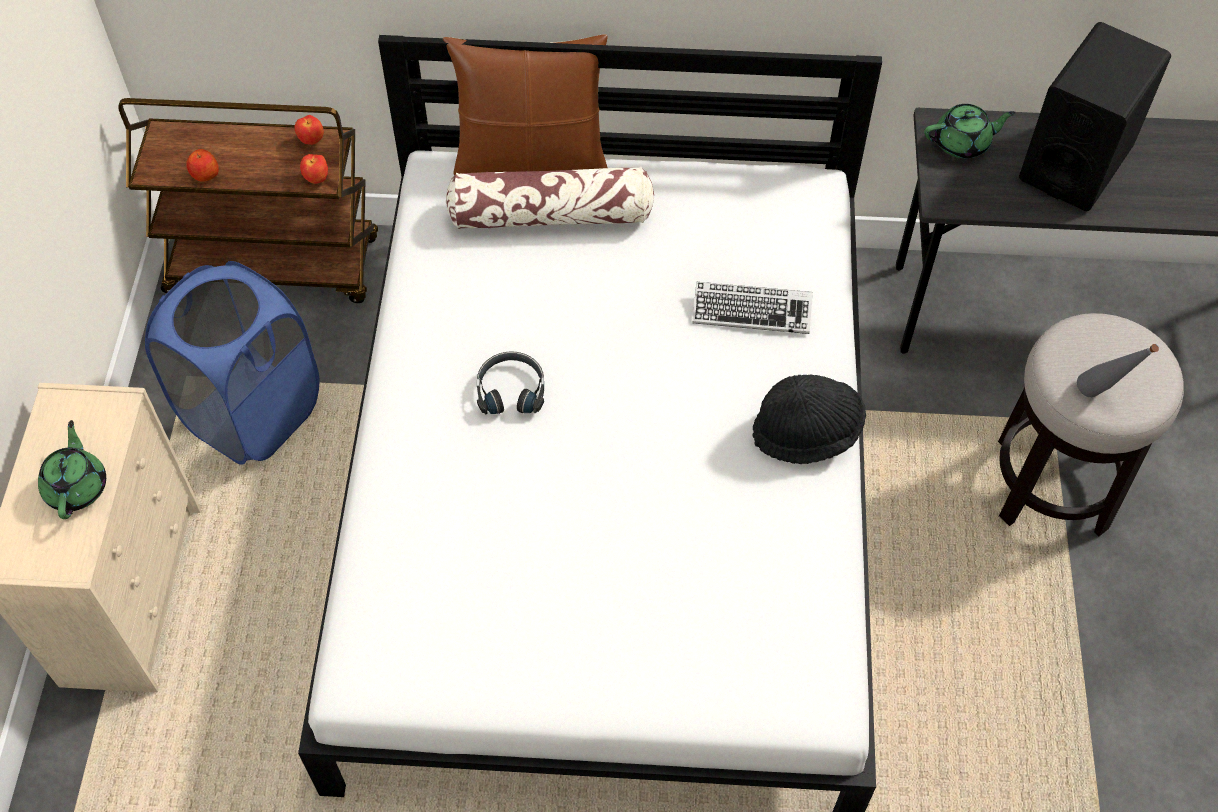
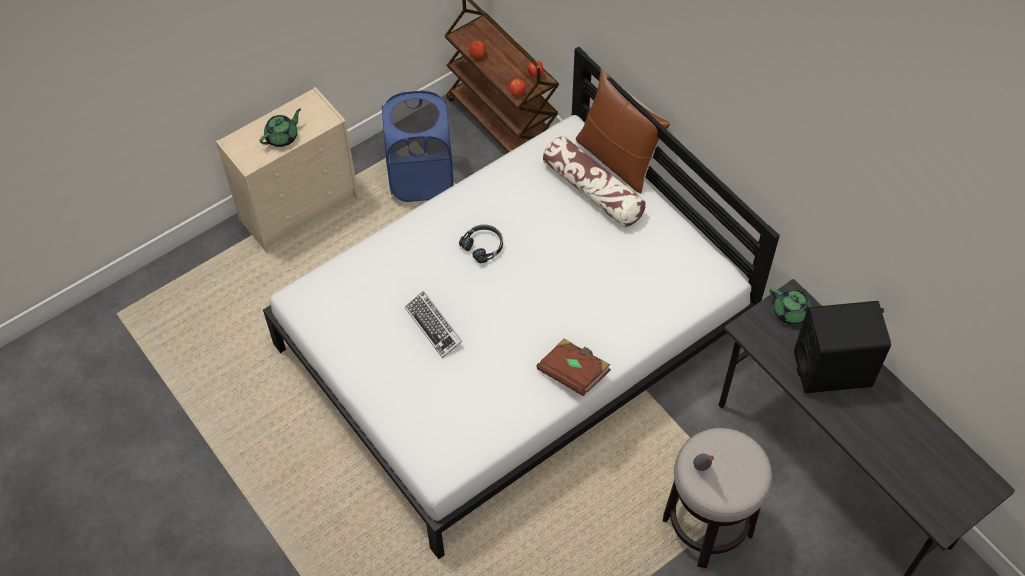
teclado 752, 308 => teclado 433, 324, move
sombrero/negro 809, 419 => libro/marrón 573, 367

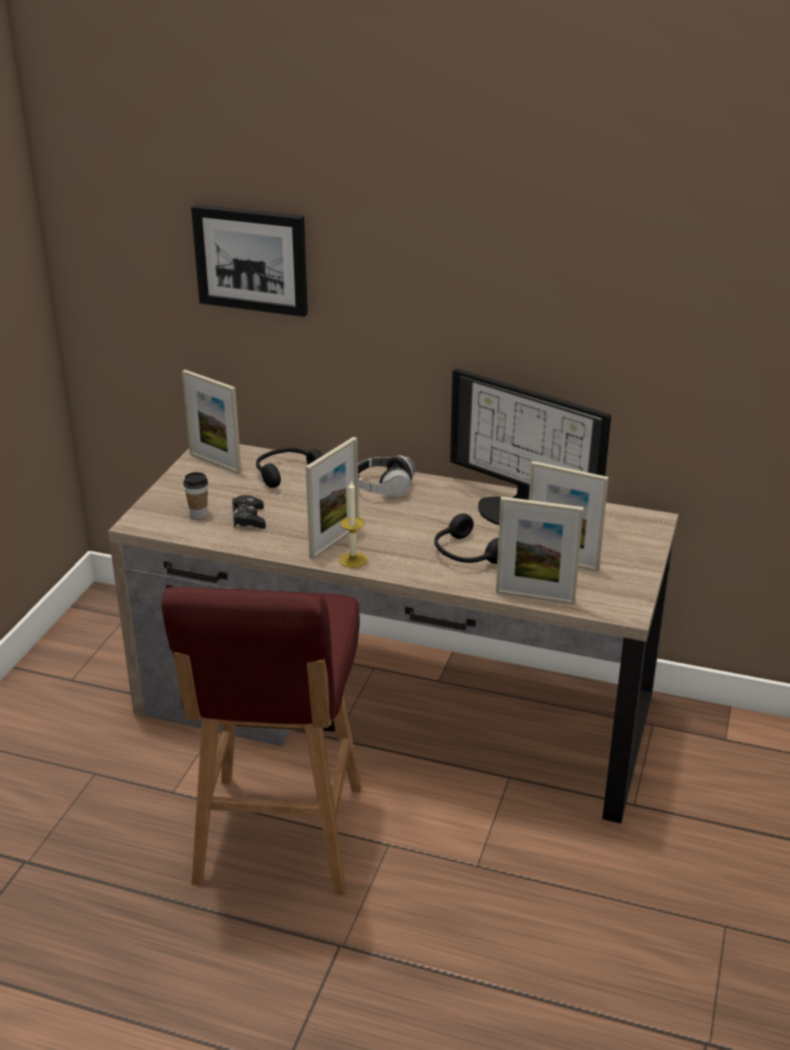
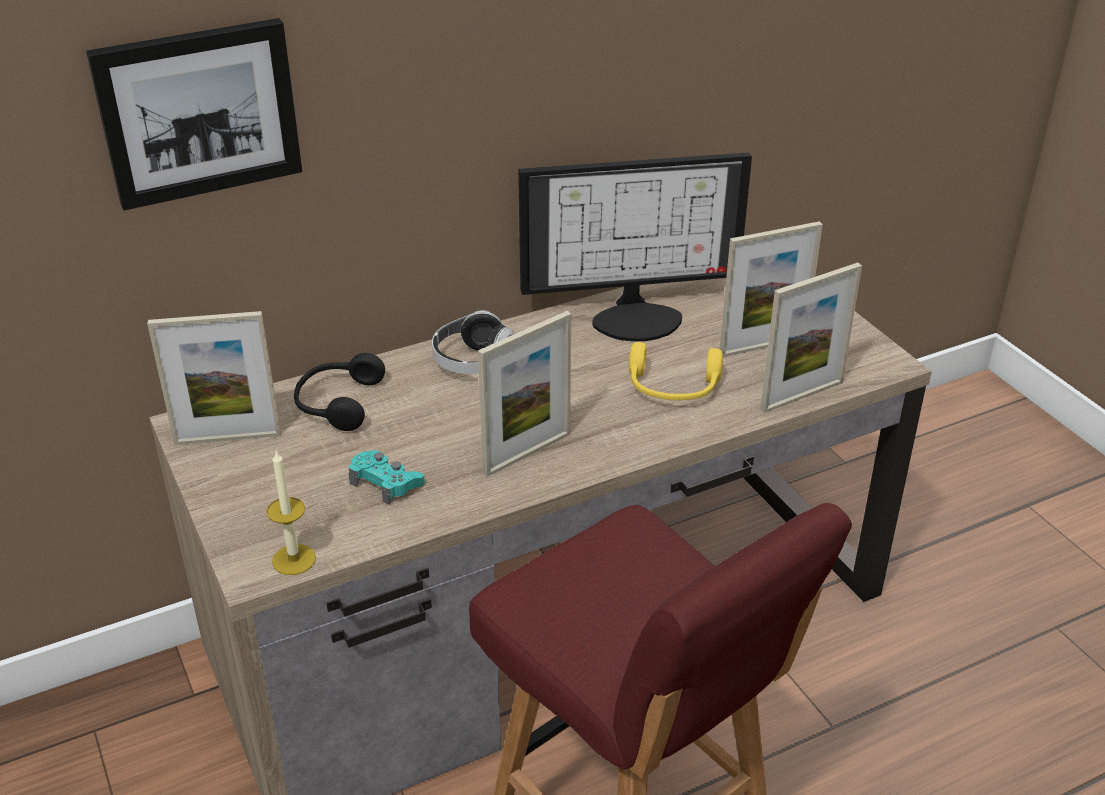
vela 353, 524 => vela 291, 513, move
mando de consola/negro 249, 512 => mando de consola/turquesa 387, 477
portarretratos 332, 498 => portarretratos 524, 394, 60 degrees clockwise
auriculares/negro 466, 539 => auriculares/amarillo 676, 371
taza 195, 495 => nothing

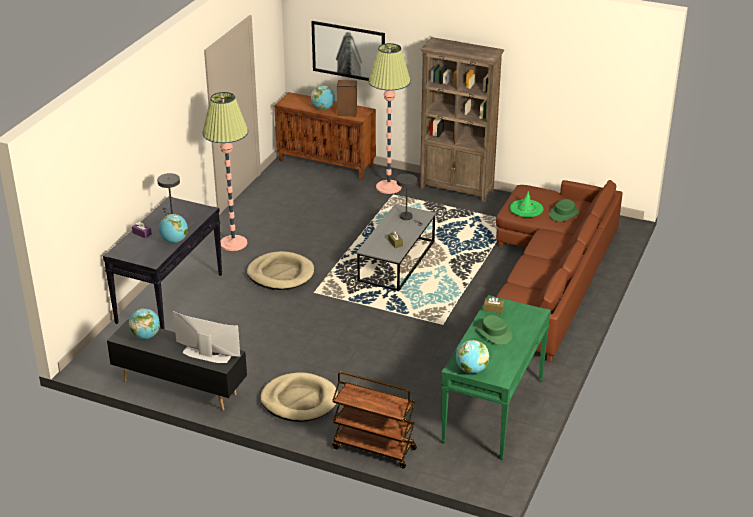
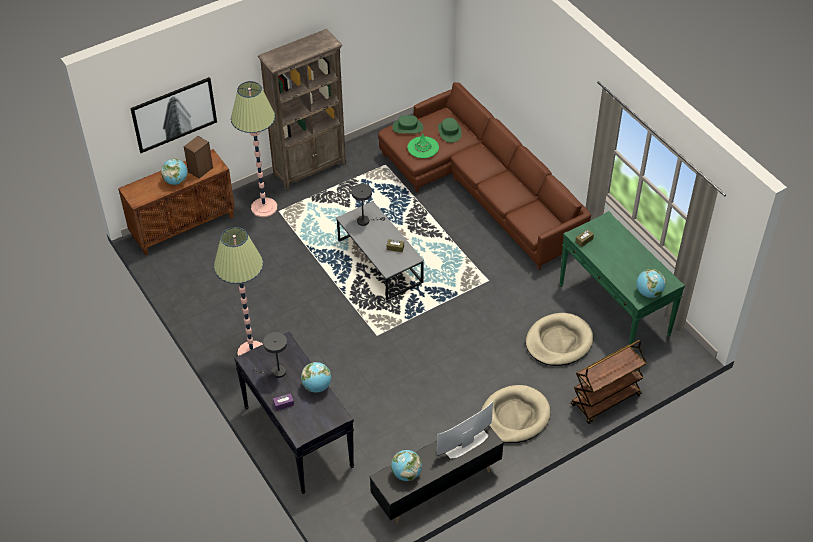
sombrero/verde 493, 330 => sombrero/verde 407, 124, move
cama para perro/beis 280, 270 => cama para perro/beis 559, 339, move

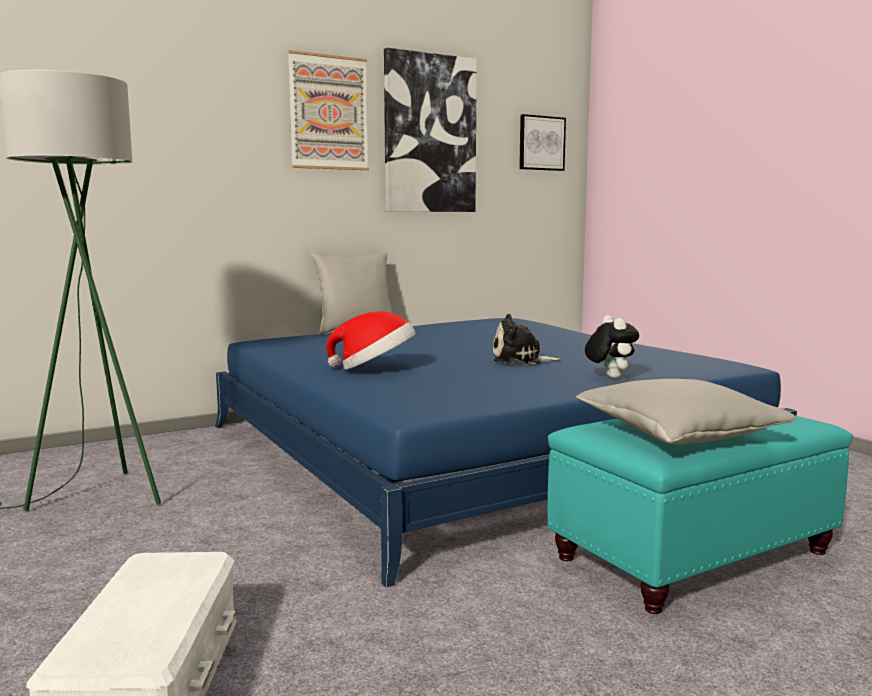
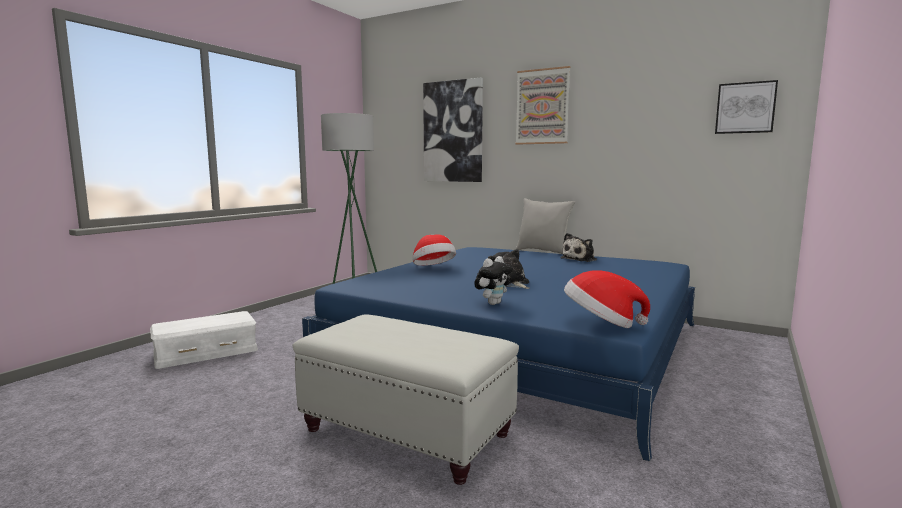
puf/turquesa 700, 515 => puf/blanco 406, 399
cuadro 430, 130 => cuadro 453, 130, move
nothing => peluche 578, 247
nothing => sombrero 607, 299
cojín/gris 686, 411 => nothing

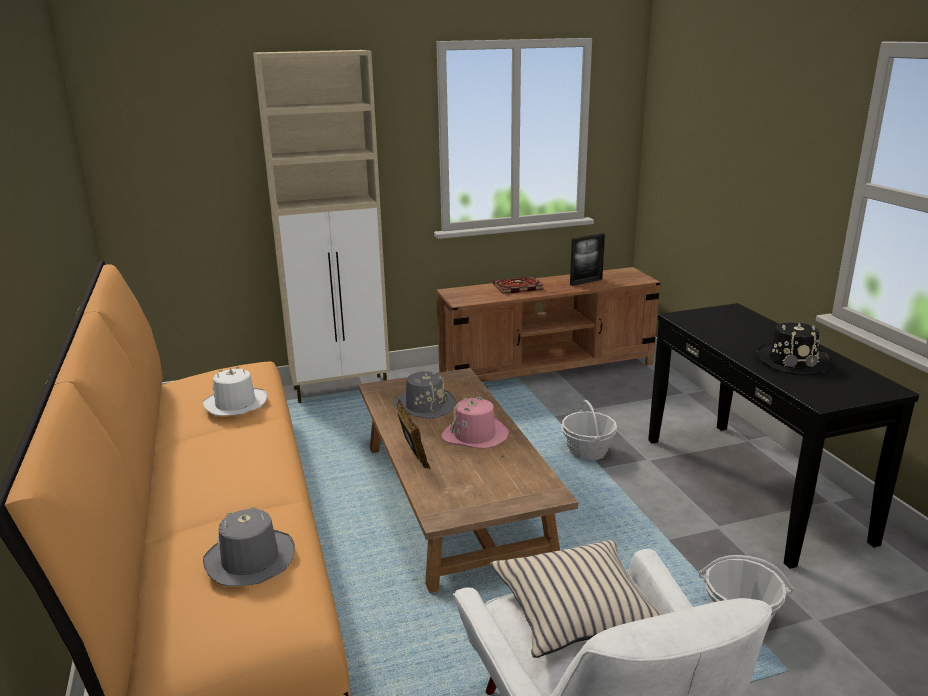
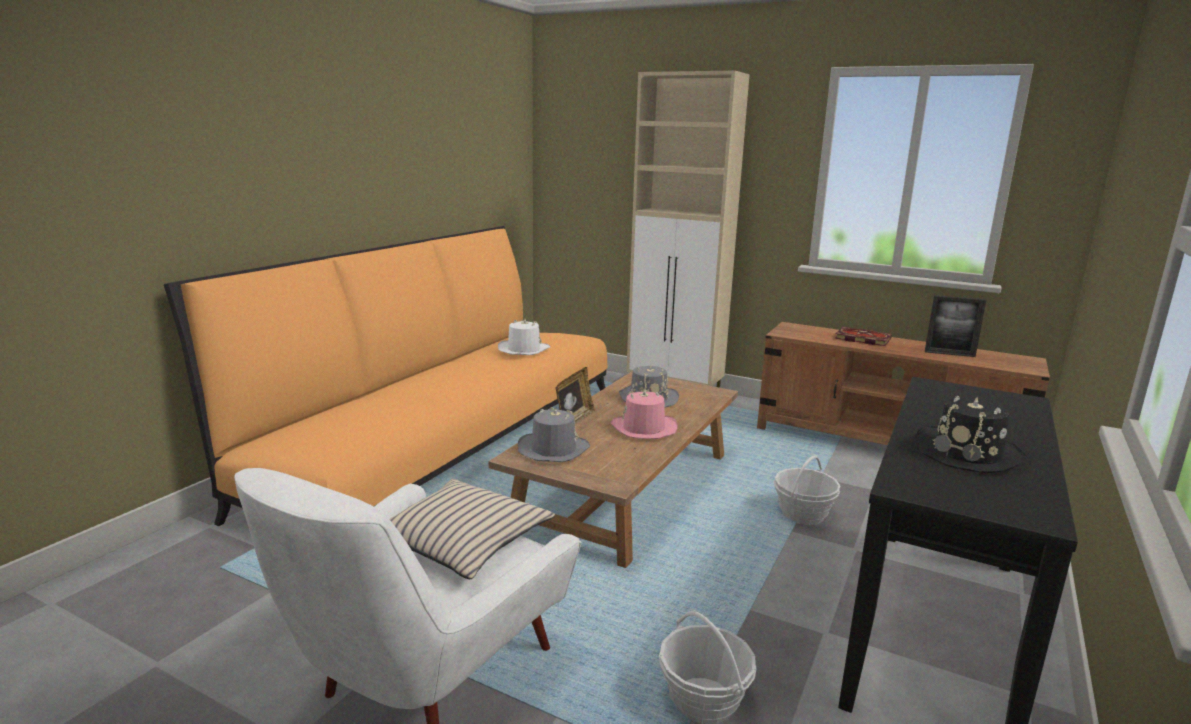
sombrero/gris 249, 546 => sombrero/gris 554, 434, move

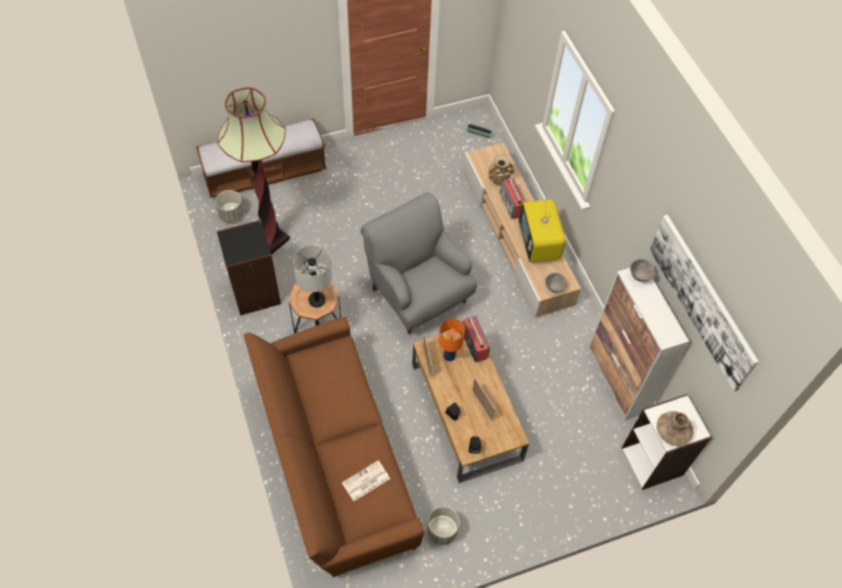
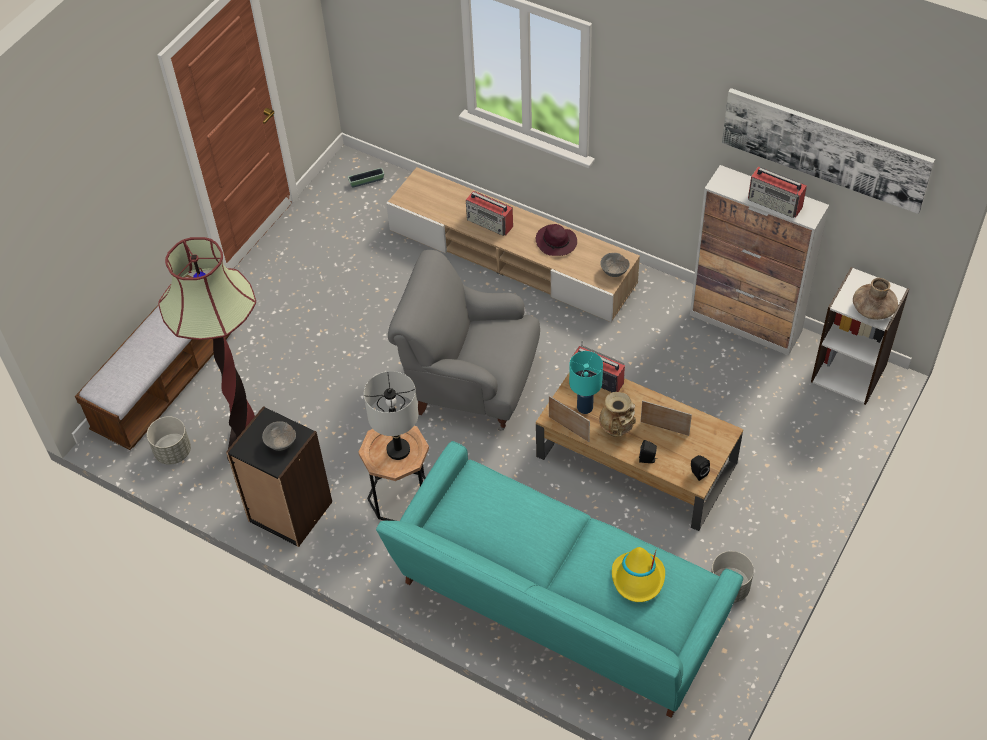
cuenco/gris 642, 270 => cuenco/gris 279, 436, move
sofá/marrón 333, 447 => sofá/turquesa 559, 579
televisor 542, 229 => sombrero/morado 556, 240
lámpara de mesa/naranja 452, 339 => lámpara de mesa/turquesa 586, 382
florero/beis 501, 169 => florero/beis 617, 414, move
periódico 366, 480 => sombrero/amarillo 638, 574
nothing => radio 777, 192

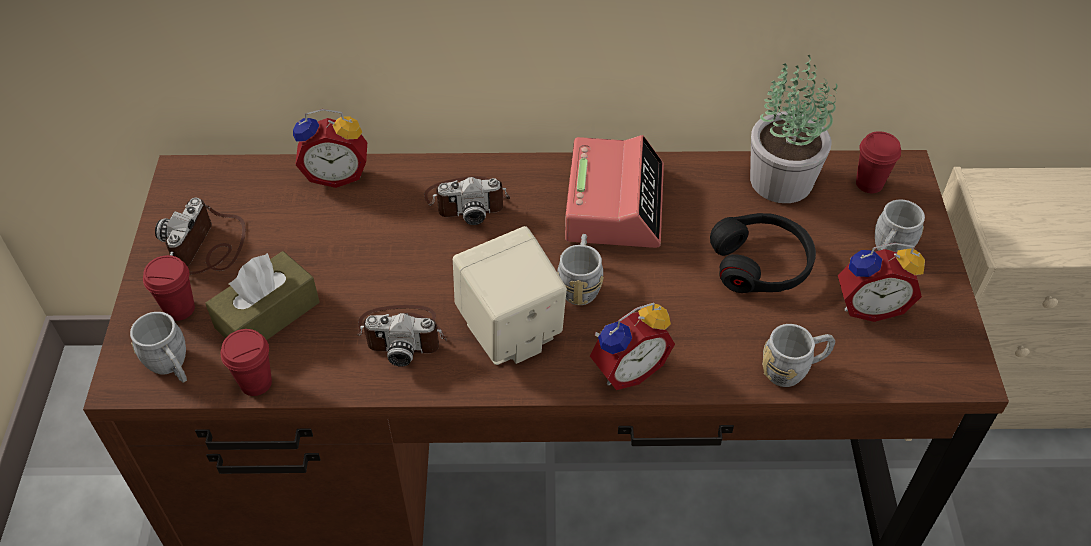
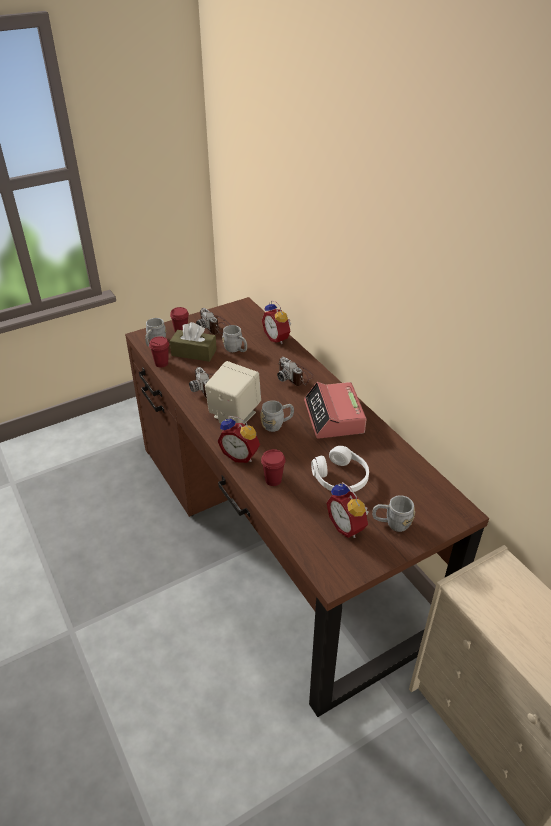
cámara 200, 236 => cámara 213, 321, 105 degrees counterclockwise
taza grande/gris 798, 355 => taza grande/gris 234, 338, move
taza/rojo 878, 162 => taza/rojo 273, 467, move
despertador 614, 191 => despertador 335, 410, 105 degrees clockwise
auriculares/negro 763, 253 => auriculares/blanco 340, 469
planta en maceta 794, 129 => nothing

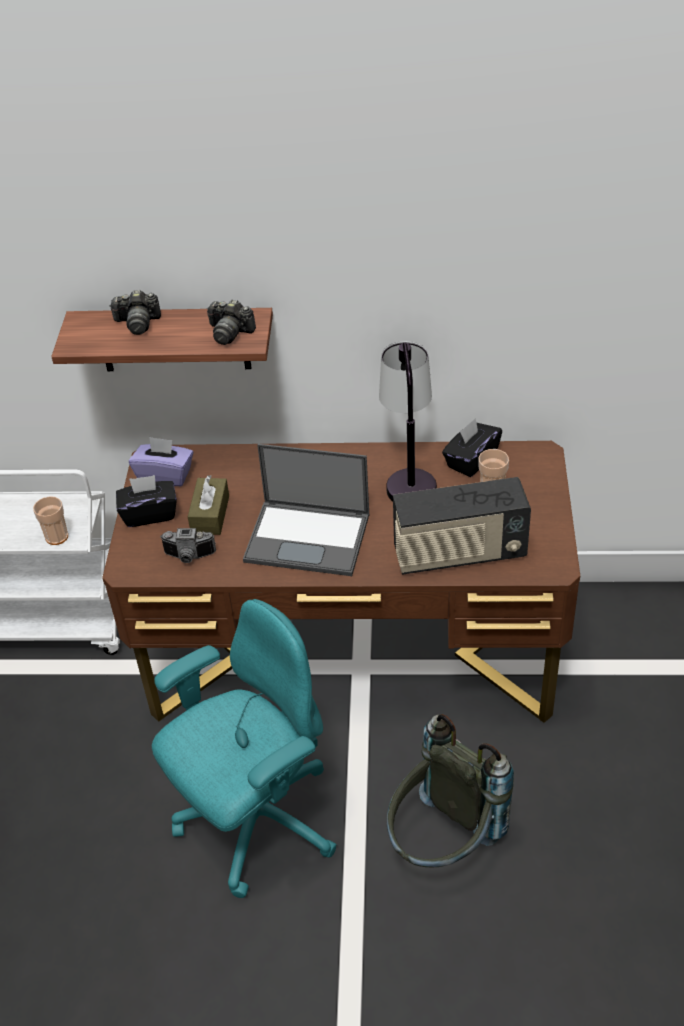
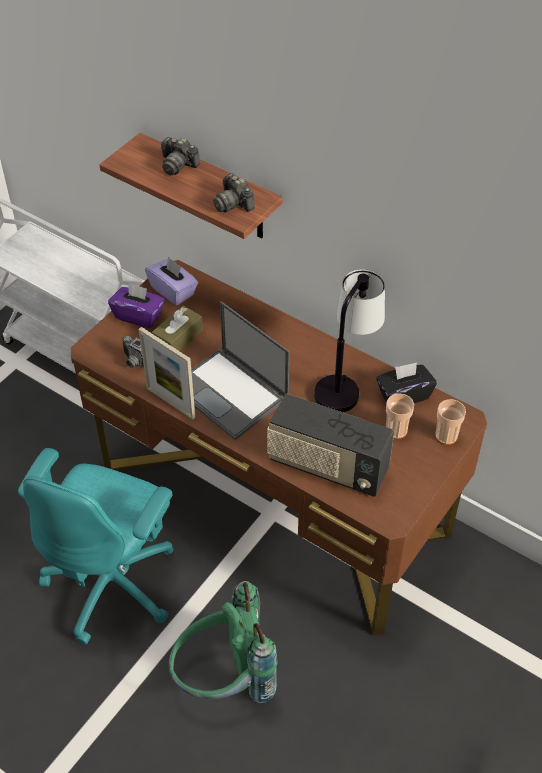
silla de oficina/turquesa 244, 748 => silla de oficina/turquesa 95, 546, 120 degrees clockwise
caja de pañuelos/negro 146, 501 => caja de pañuelos/morado 136, 305
nothing => portarretratos 167, 373
mochila/gris 450, 790 => mochila/verde 223, 642
taza 50, 520 => taza 450, 422, move

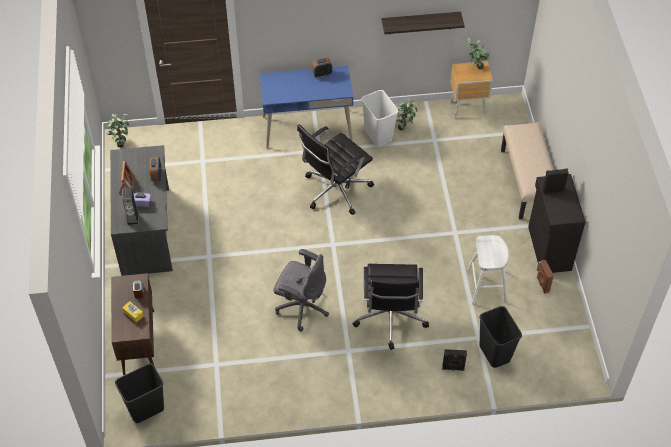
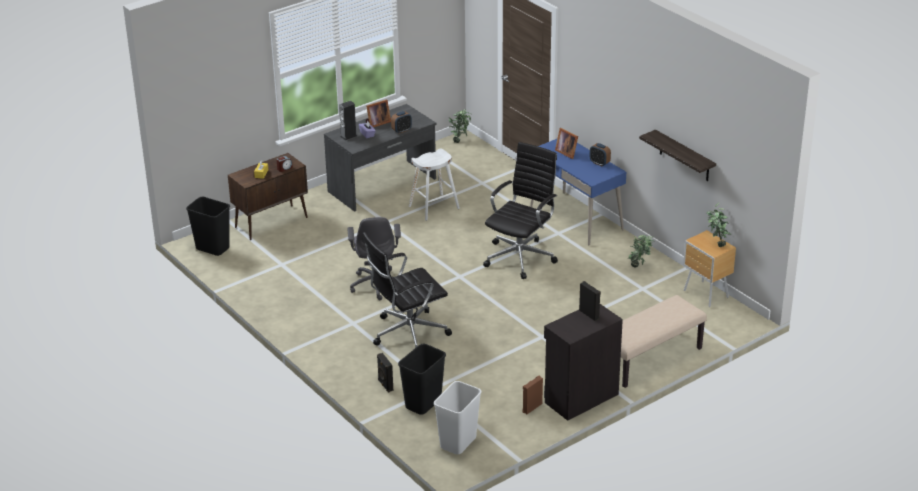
taburete/blanco 488, 269 => taburete/blanco 434, 185, move
papelera/blanco 379, 118 => papelera/blanco 458, 417, move
silla de oficina/negro 335, 169 => silla de oficina/negro 520, 210, 105 degrees clockwise
nothing => portarretratos 566, 143

